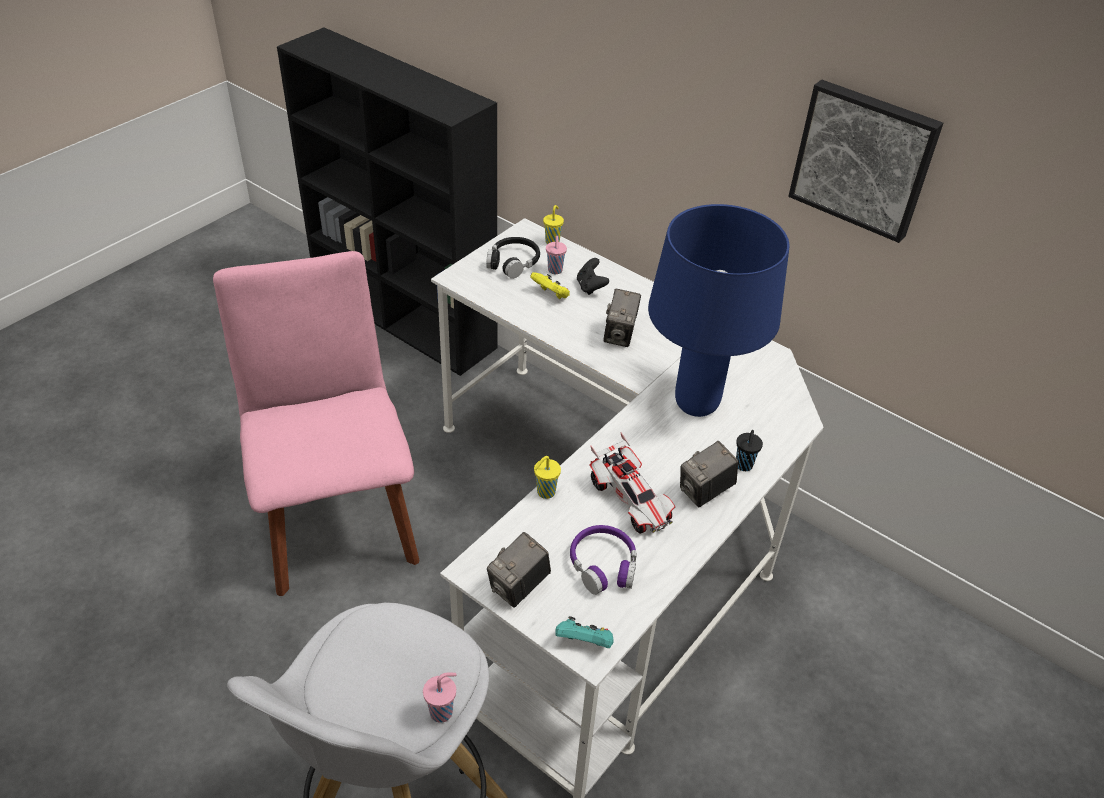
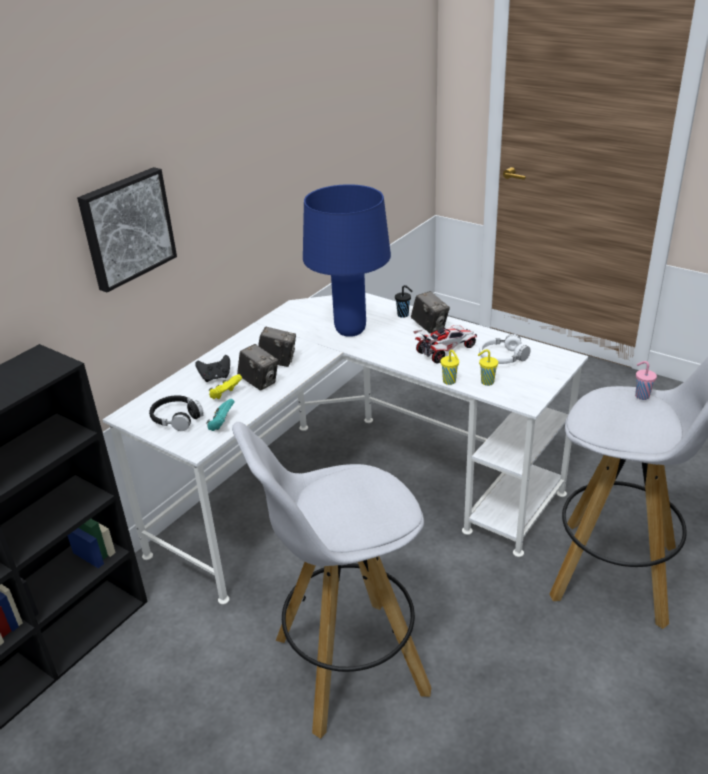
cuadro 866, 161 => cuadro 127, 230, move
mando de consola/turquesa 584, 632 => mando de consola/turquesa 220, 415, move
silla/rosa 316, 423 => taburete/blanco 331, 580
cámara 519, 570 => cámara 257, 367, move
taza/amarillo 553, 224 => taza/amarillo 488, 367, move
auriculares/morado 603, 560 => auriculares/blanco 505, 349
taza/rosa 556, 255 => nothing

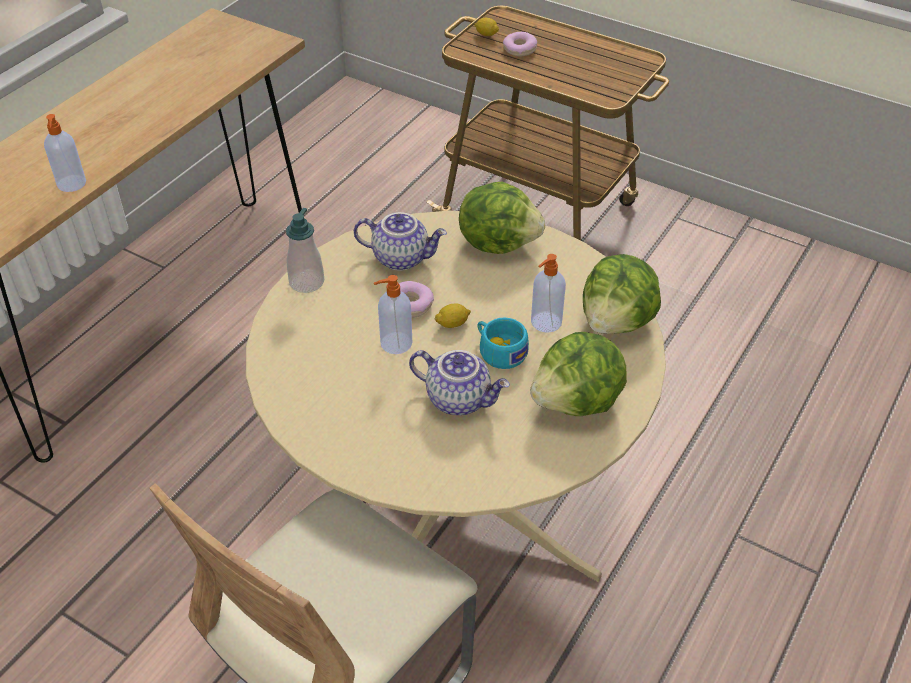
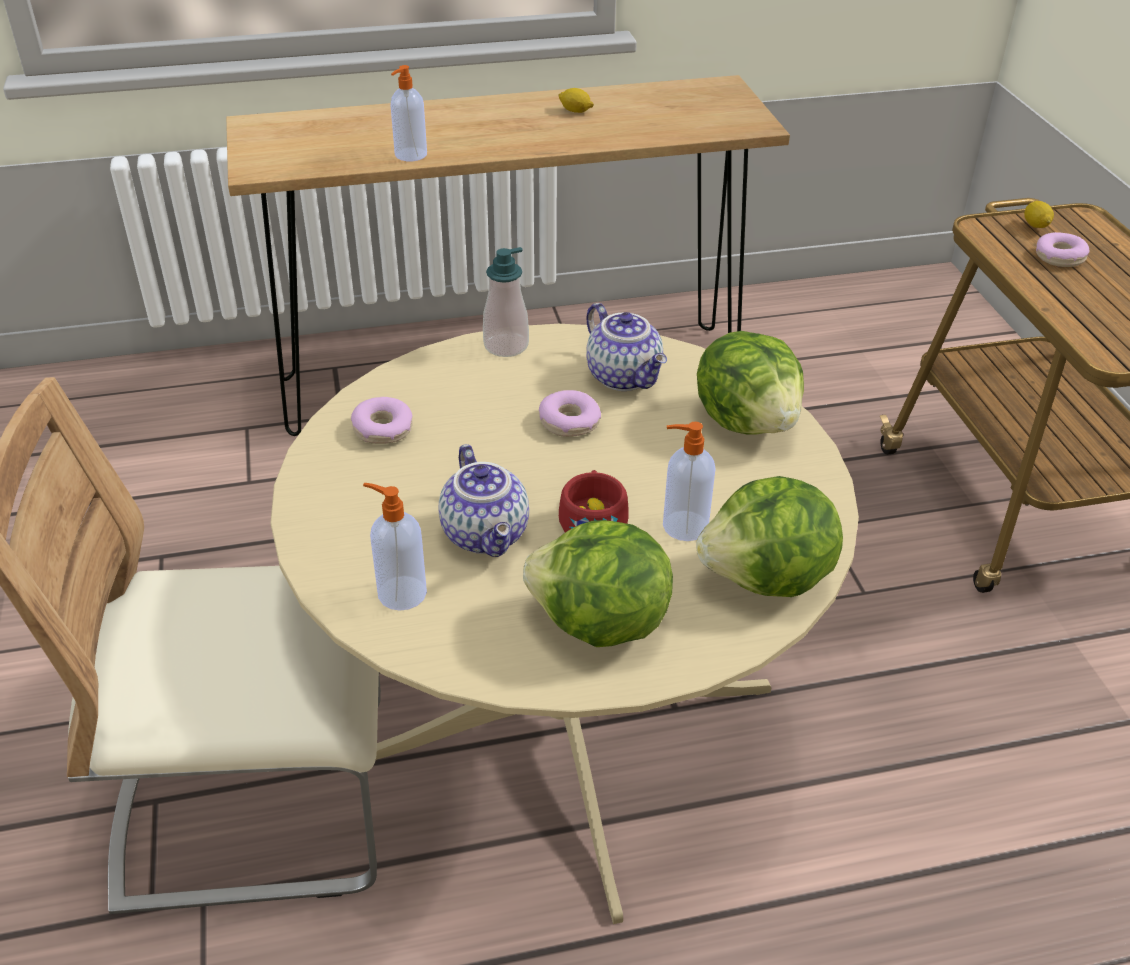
nothing => rosquilla 382, 420
dispensador de jabón 393, 314 => dispensador de jabón 395, 547, move
limón 452, 315 => limón 576, 100, move
taza/turquesa 503, 343 => taza/rojo 594, 501

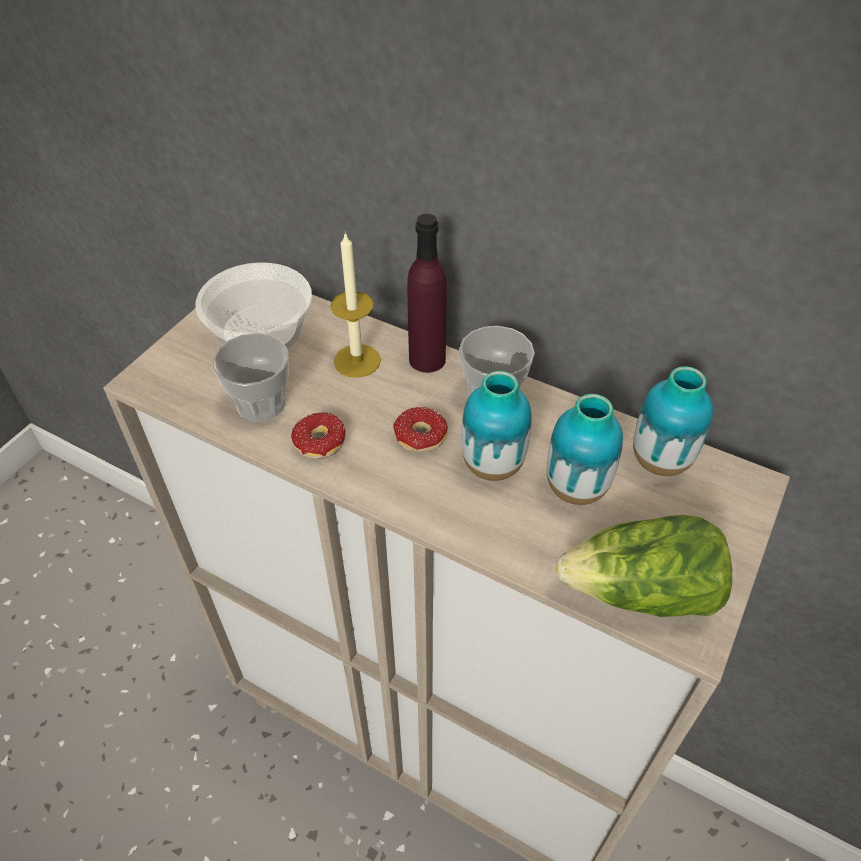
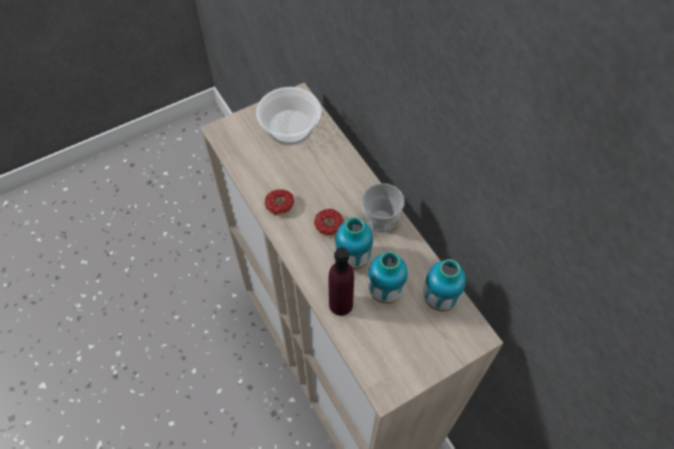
botella/morado 427, 293 => botella/morado 341, 281, move
taza 251, 377 => nothing
vela 355, 305 => nothing
lechuga 644, 566 => nothing

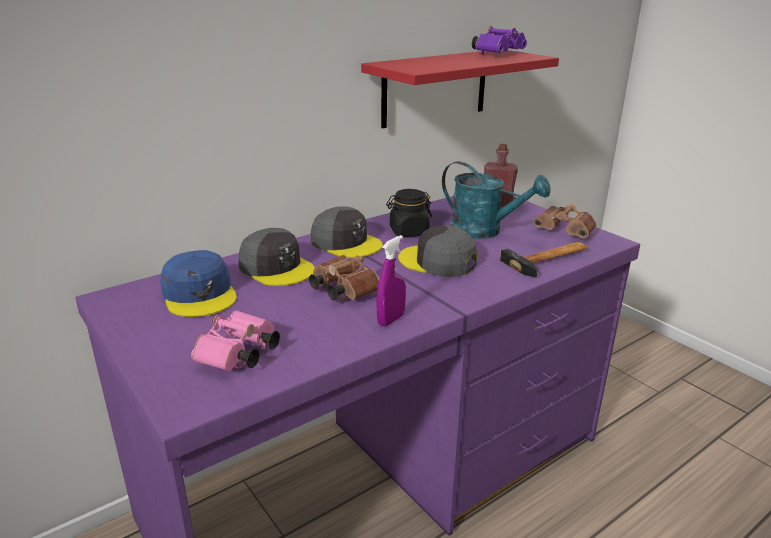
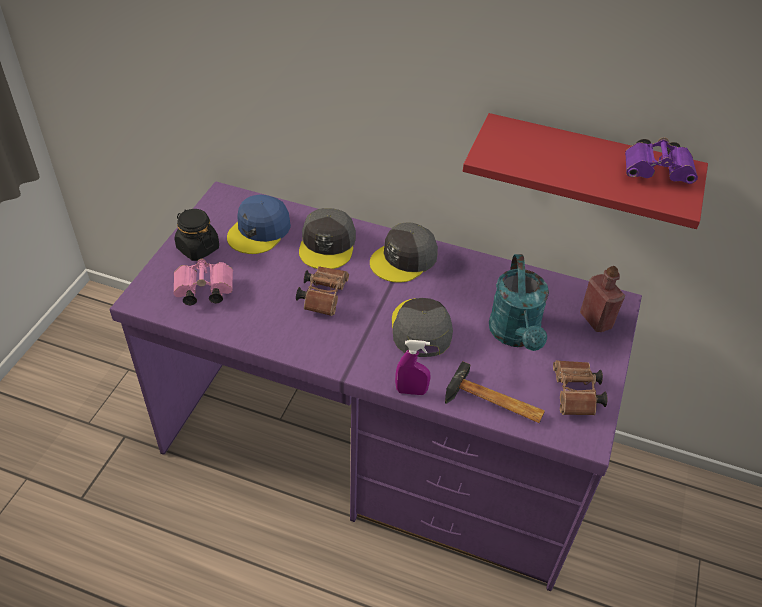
tarro/negro 409, 213 => tarro/negro 196, 235, move
gorra/gris 347, 232 => gorra/gris 404, 253, 45 degrees clockwise
pulverizador/morado 391, 281 => pulverizador/morado 413, 367, move

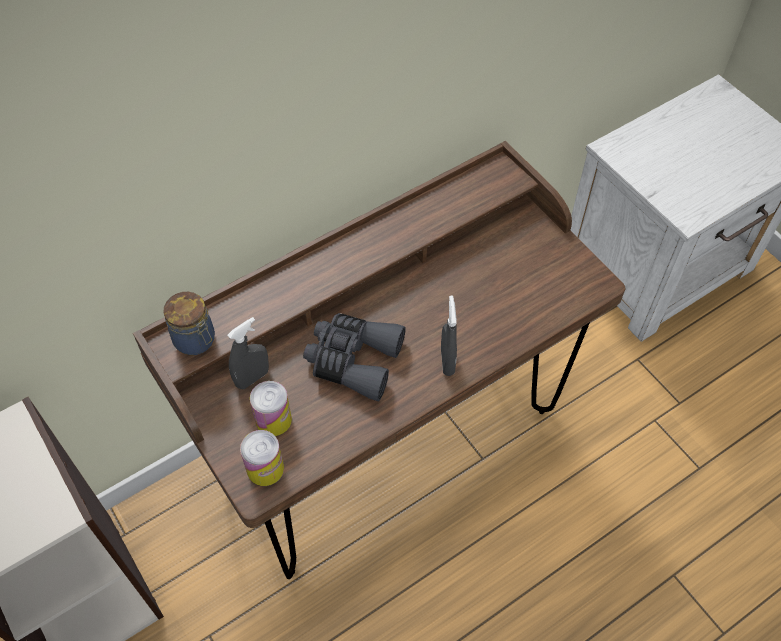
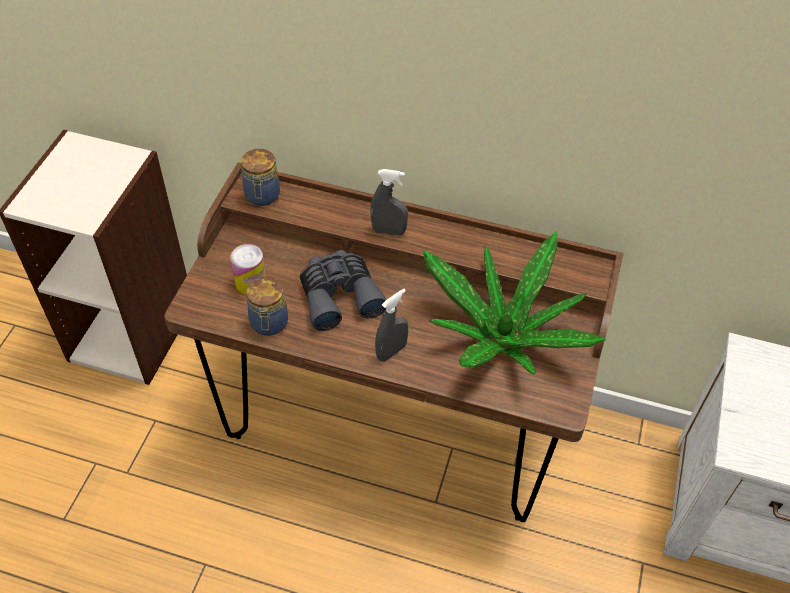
nothing => tarro 267, 306
pulverizador/gris 248, 353 => pulverizador/gris 389, 202, move
nothing => planta en maceta 514, 303
lata 262, 458 => nothing

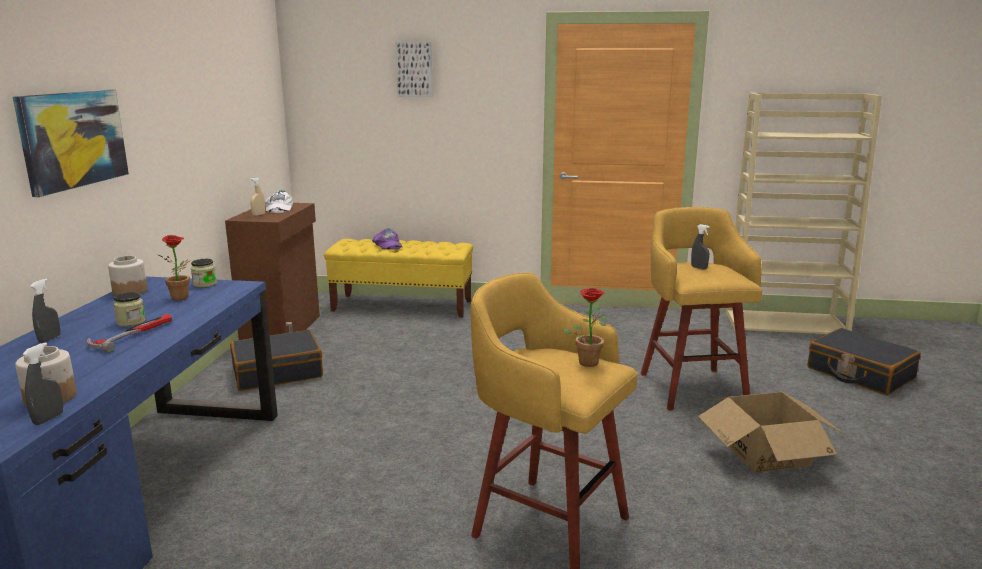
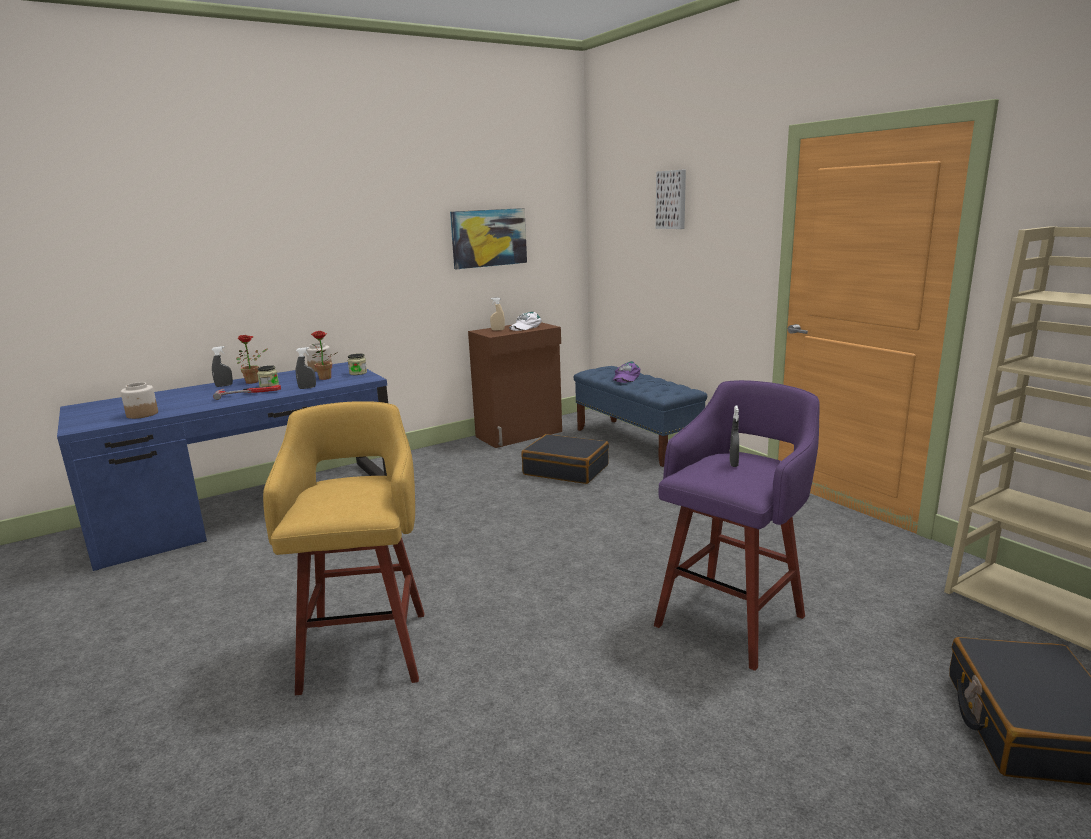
planta en maceta 585, 327 => planta en maceta 252, 359, move
pulverizador/gris 43, 383 => pulverizador/gris 306, 368, move
cuadro 71, 143 => cuadro 488, 238, move
maleta/negro 276, 360 => maleta/negro 565, 459, move
banco/amarillo 398, 278 => banco/azul 640, 416
taburete/amarillo 701, 309 => taburete/morado 737, 525
caja de cartón 771, 432 => nothing

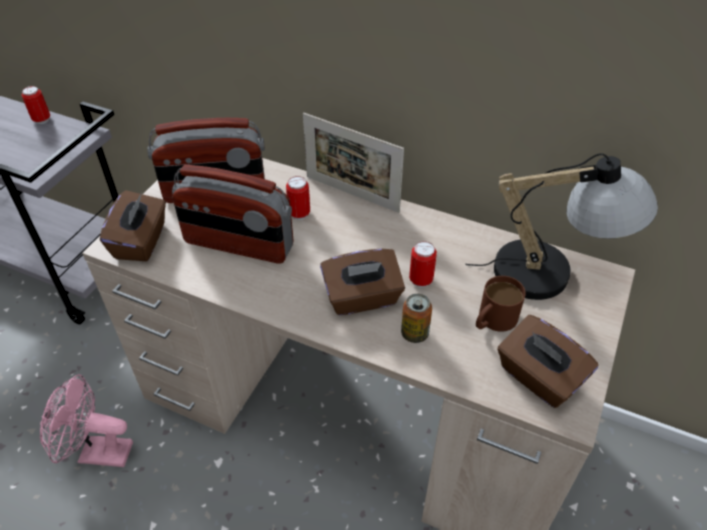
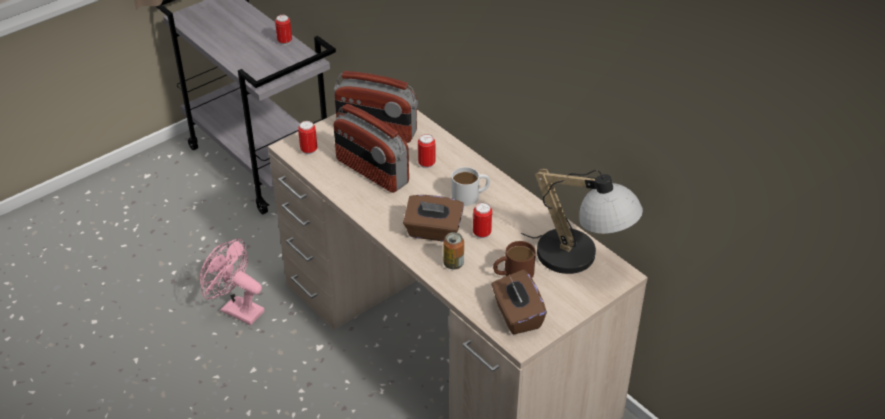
caja de pañuelos/marrón 133, 225 => lata 307, 138
nothing => taza grande/blanco 470, 186
portarretratos 353, 163 => nothing

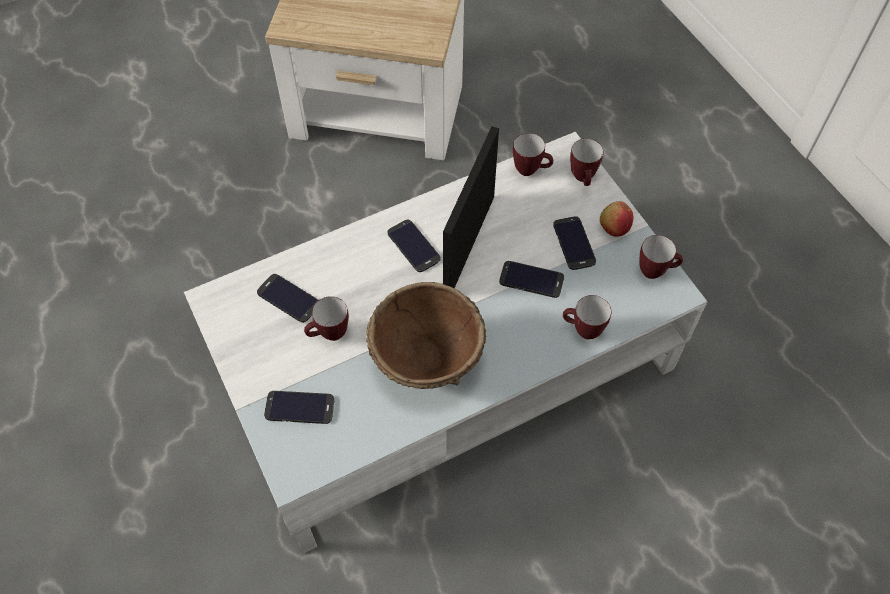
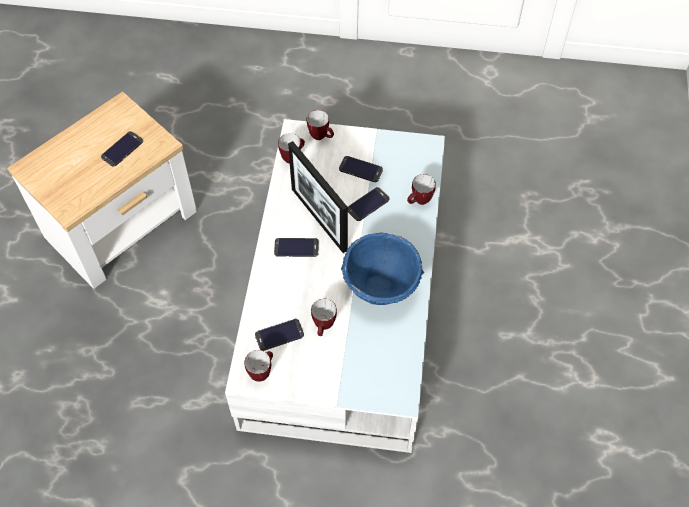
móvil 299, 407 => móvil 122, 149, move
taza grande 661, 257 => taza grande 258, 366, move
cuenco/marrón 426, 335 => cuenco/azul 382, 269
manzana 616, 219 => nothing

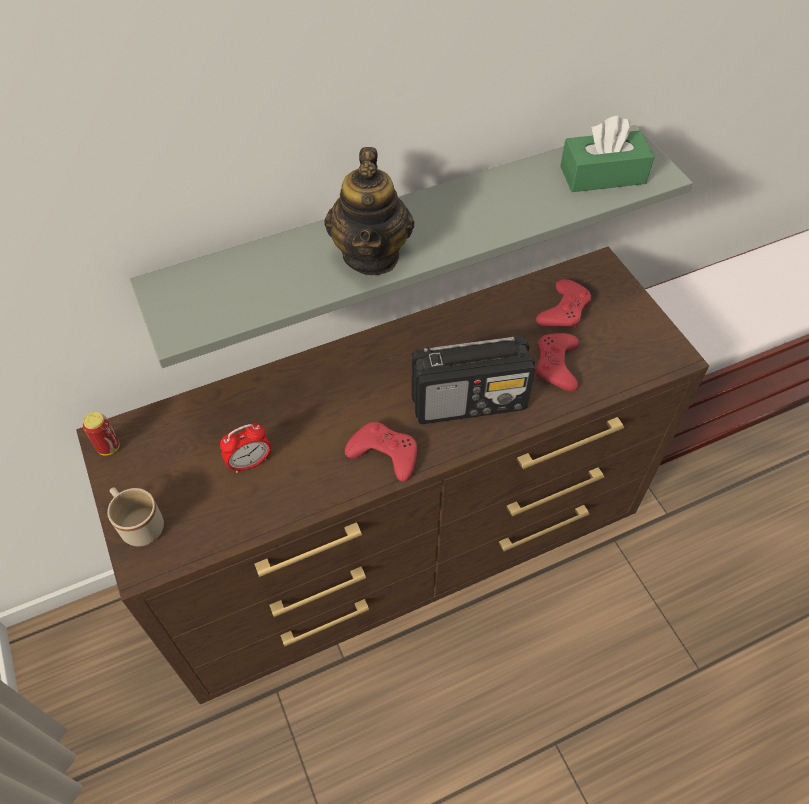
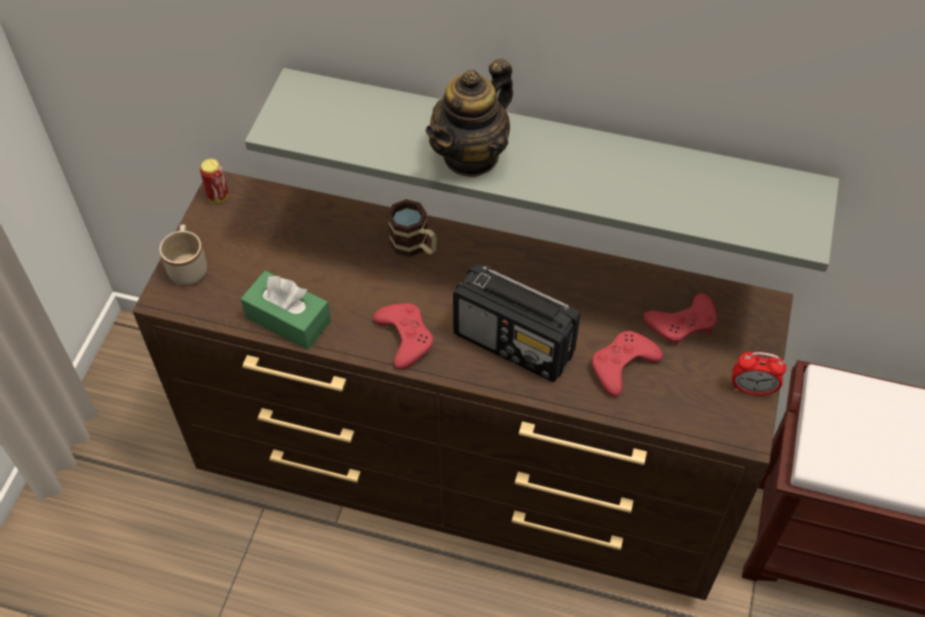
caja de pañuelos/verde 607, 153 => caja de pañuelos/verde 286, 310, move
nothing => taza grande 412, 228
despertador 245, 448 => despertador 759, 374, move

